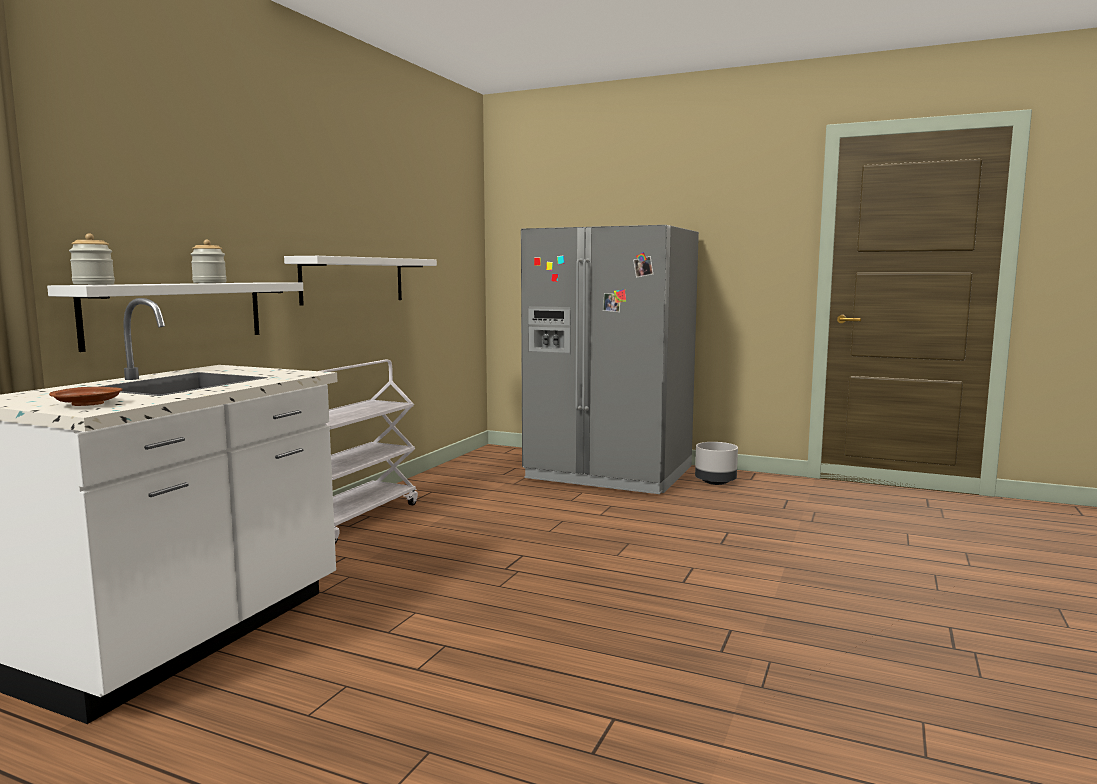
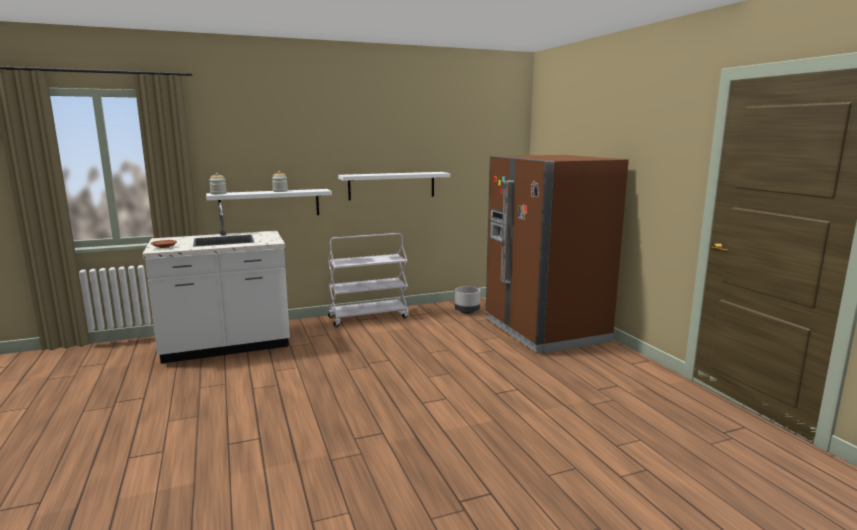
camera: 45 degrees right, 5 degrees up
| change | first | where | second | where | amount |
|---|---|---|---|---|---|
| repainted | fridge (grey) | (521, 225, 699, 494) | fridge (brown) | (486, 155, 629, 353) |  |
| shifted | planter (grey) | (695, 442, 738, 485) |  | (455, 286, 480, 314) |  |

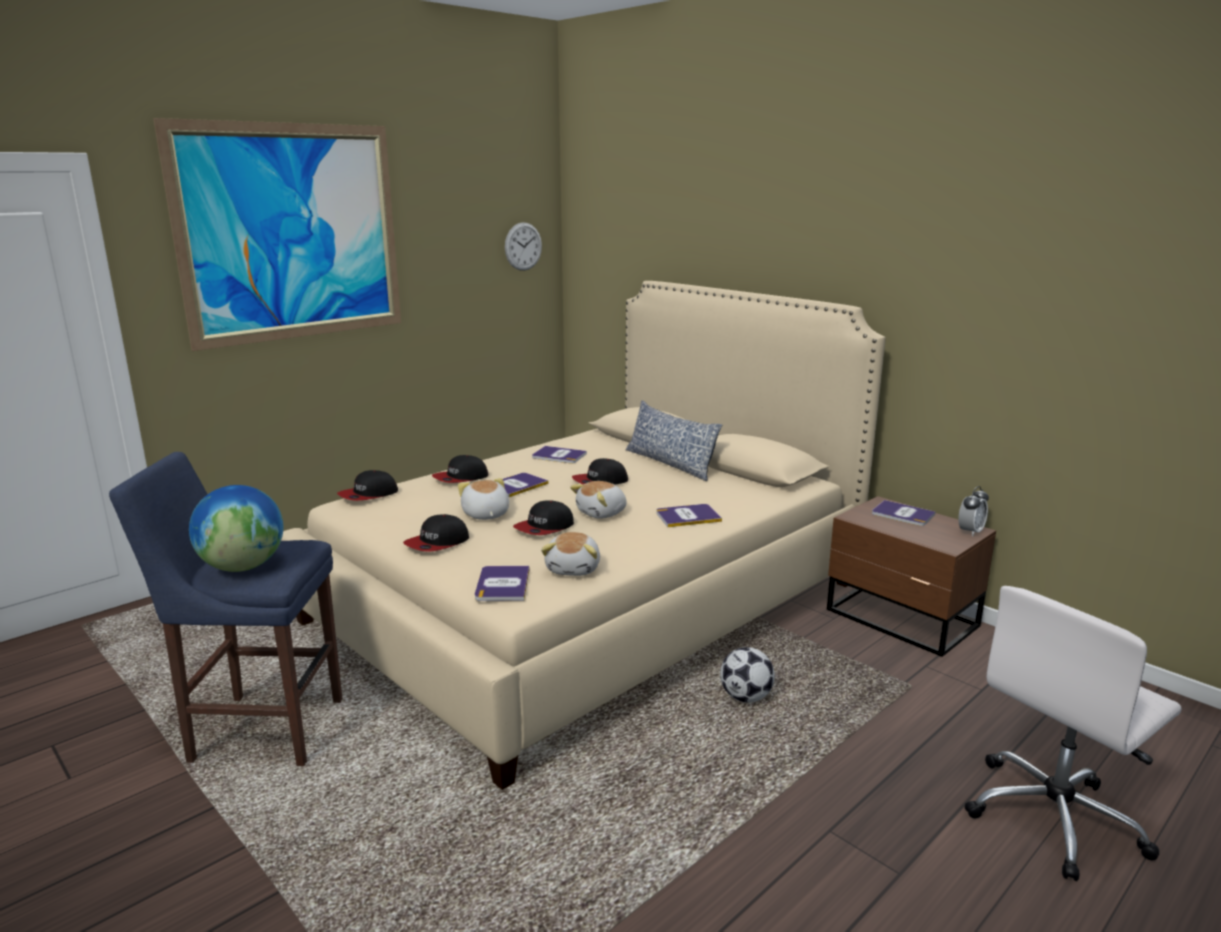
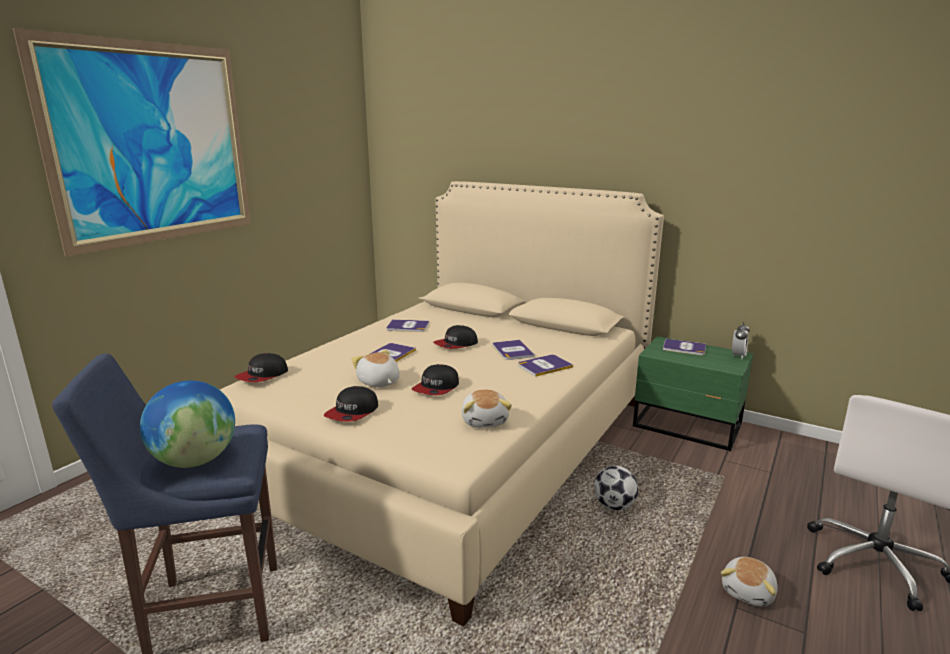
camera: 15 degrees left, 0 degrees up
| change | first | where | second | where | amount |
|---|---|---|---|---|---|
| gone | wall clock | (505, 222, 542, 271) |  |  |  |
| gone | pillow | (625, 400, 722, 481) |  |  |  |
| gone | cap | (432, 455, 488, 483) |  |  |  |
| shifted | plush toy | (570, 481, 627, 519) |  | (721, 557, 778, 607) |  |
| repainted | nightstand (brown) | (827, 496, 996, 657) | nightstand (green) | (633, 336, 753, 451) |  |
| shifted | book | (475, 566, 529, 601) |  | (493, 340, 535, 360) |  |

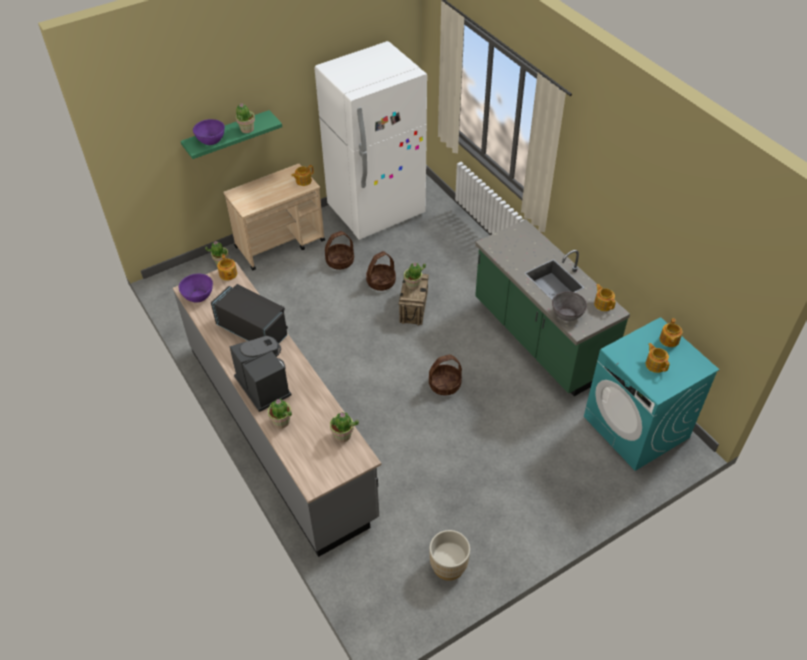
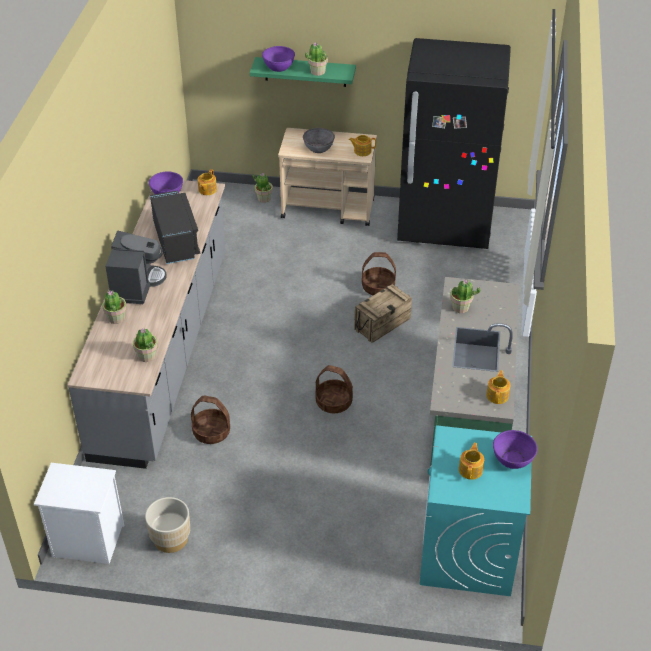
camera: 40 degrees right, 5 degrees down
| change | first | where | second | where | amount |
|---|---|---|---|---|---|
| repainted | fridge (white) | (314, 41, 427, 240) | fridge (black) | (397, 38, 511, 249) |  |
| shifted | basket | (325, 231, 354, 270) |  | (191, 396, 230, 444) |  |
| shifted | potted plant | (404, 262, 426, 290) |  | (450, 280, 480, 313) |  |
| shifted | bowl (grey) | (552, 291, 587, 321) |  | (303, 128, 335, 153) |  |
| swapped | teapot | (660, 318, 682, 347) | bowl (purple) | (493, 430, 538, 469) |  |
| new |  |  | nightstand (white) | (34, 463, 124, 564) |  |

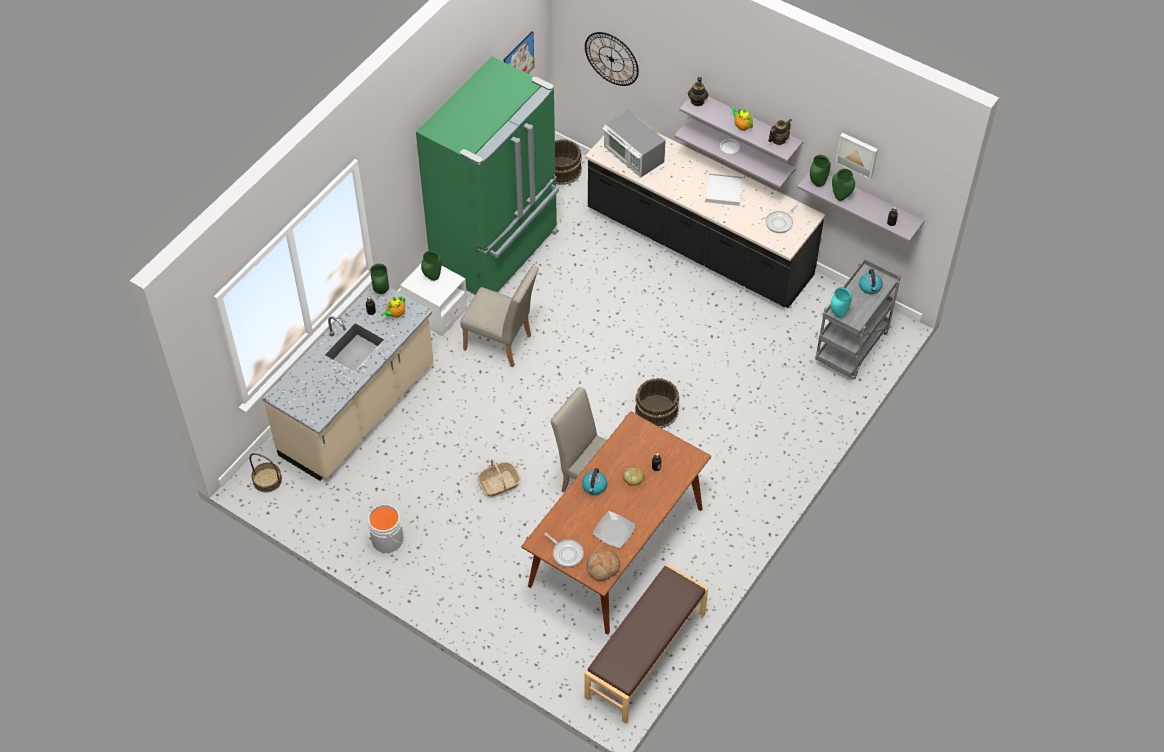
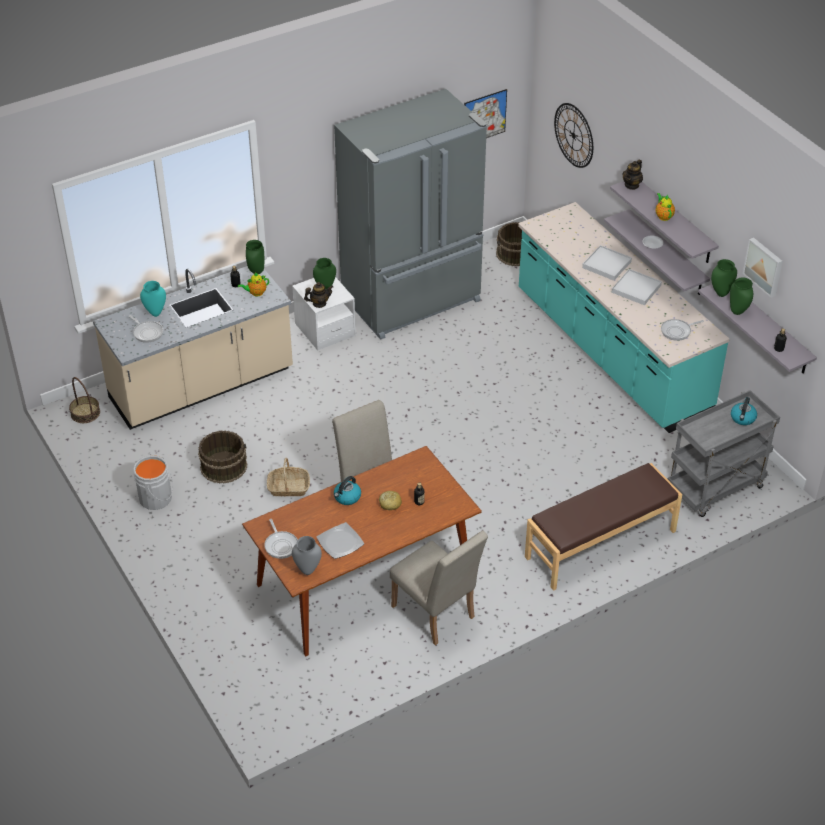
camera: 25 degrees right, 10 degrees down
| change | first | where | second | where | amount |
|---|---|---|---|---|---|
| repainted | fridge (green) | (416, 56, 559, 295) | fridge (grey) | (334, 89, 487, 340) |  |
| gone | microwave | (603, 110, 666, 178) |  |  |  |
| shifted | teapot | (768, 119, 791, 145) |  | (304, 282, 333, 308) |  |
| repainted | counter (black) | (585, 132, 825, 308) | counter (turquoise) | (518, 202, 729, 433) |  |
| shifted | chair (beige) | (460, 265, 539, 367) |  | (390, 531, 488, 645) |  |
| shifted | vase (turquoise) | (830, 287, 852, 318) |  | (140, 281, 166, 317) |  |
| shifted | bucket (brown) | (635, 378, 679, 428) |  | (198, 430, 248, 484) |  |
| swapped | bread | (586, 550, 621, 581) | vase (grey) | (292, 536, 322, 575) |  |
| shifted | bench (brown) | (584, 564, 708, 724) |  | (525, 463, 682, 591) |  |
| new |  |  | tray (white) | (582, 245, 632, 281) |  |
| new |  |  | frying pan | (129, 315, 163, 343) |  |

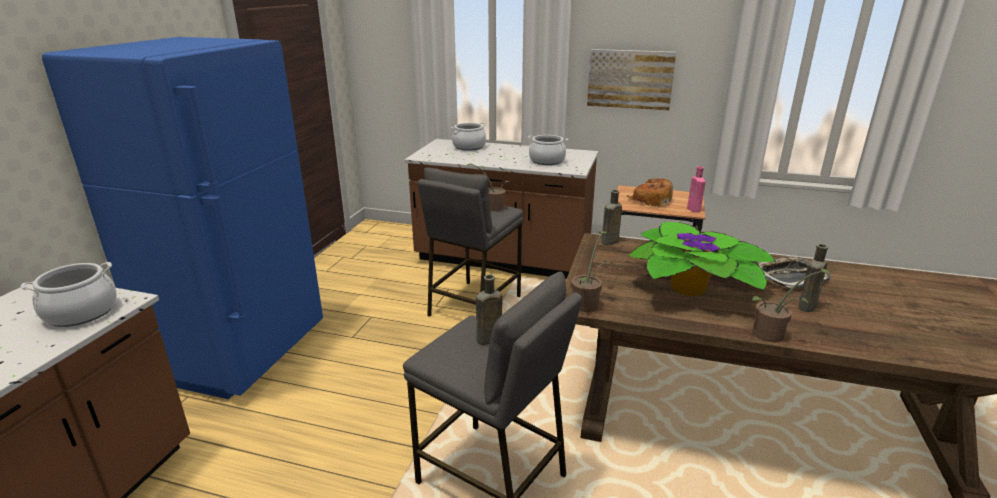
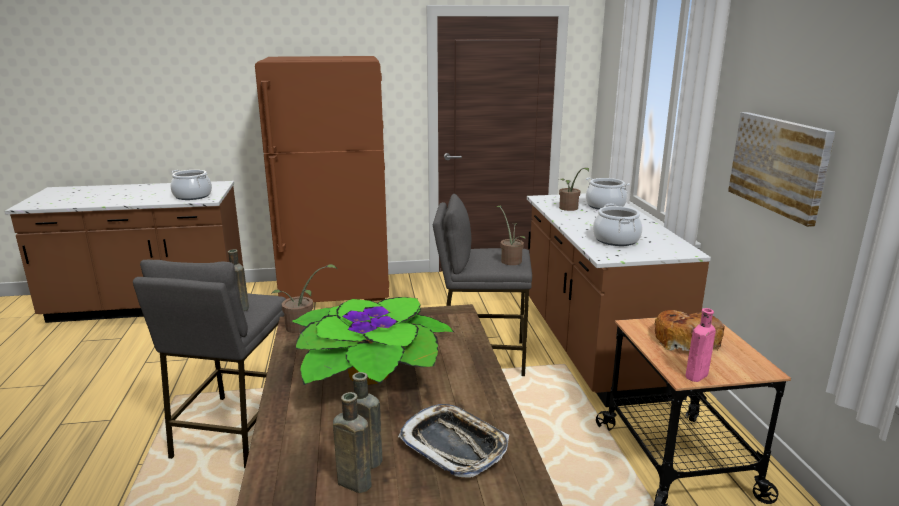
camera: 65 degrees right, 5 degrees down
| change | first | where | second | where | amount |
|---|---|---|---|---|---|
| repainted | fridge (blue) | (42, 37, 323, 399) | fridge (brown) | (255, 56, 389, 302) |  |
| shifted | bottle (brown) | (601, 190, 622, 245) |  | (333, 392, 372, 493) |  |
| shifted | potted plant | (752, 269, 832, 343) |  | (559, 168, 589, 211) |  |

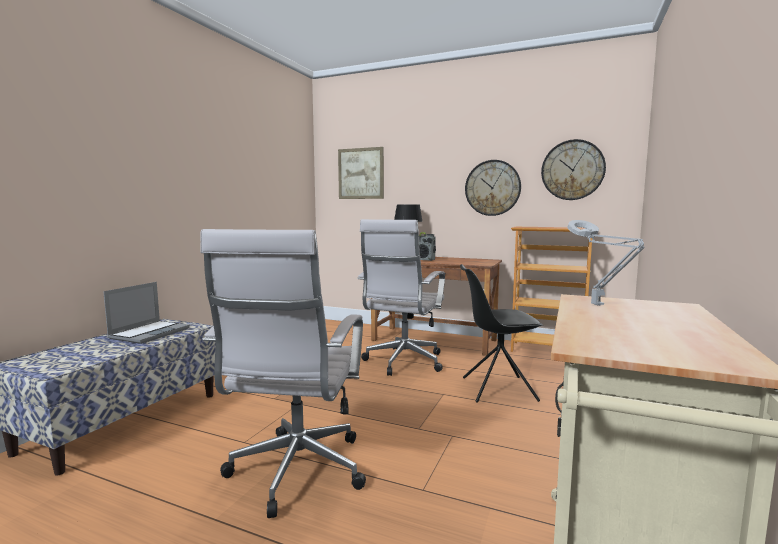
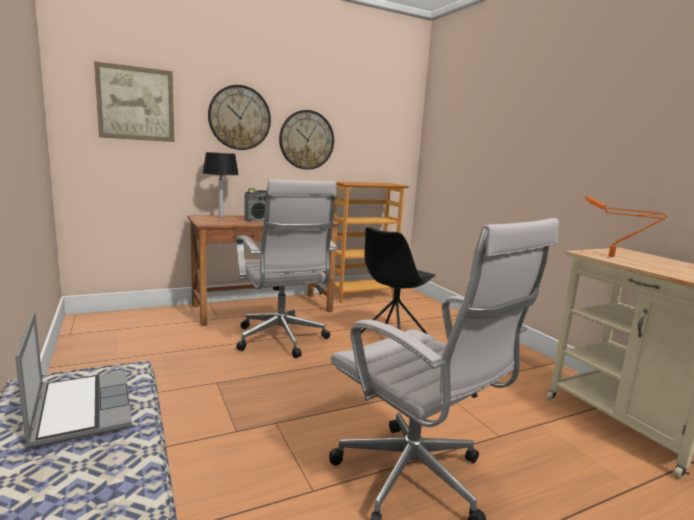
camera: 50 degrees left, 5 degrees up
| change | first | where | second | where | amount |
|---|---|---|---|---|---|
| shifted | wall clock | (541, 139, 606, 200) |  | (208, 85, 271, 150) |  |
| repainted | table lamp (grey) | (567, 220, 645, 306) | table lamp (orange) | (585, 196, 667, 257) |  |

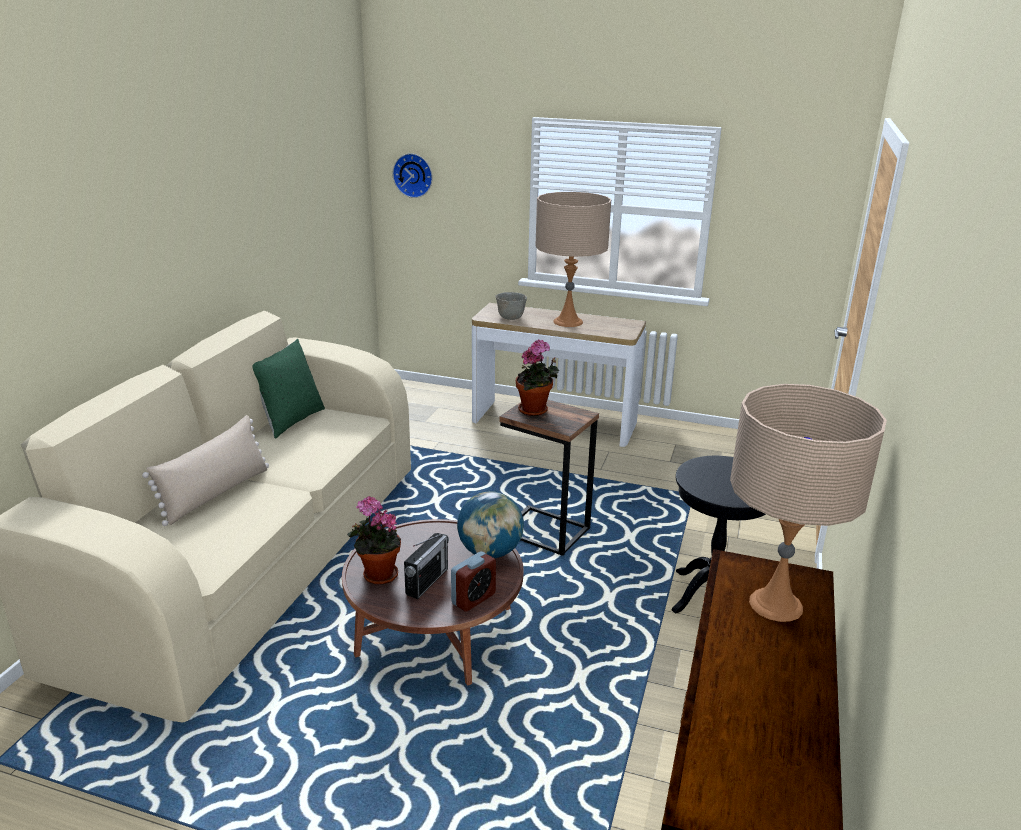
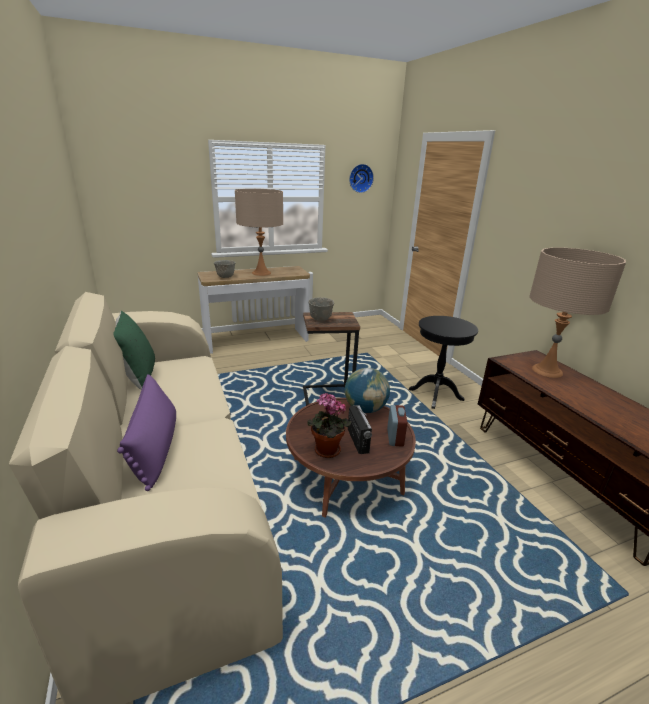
camera: 40 degrees left, 0 degrees up
| change | first | where | second | where | amount |
|---|---|---|---|---|---|
| shifted | wall clock | (392, 153, 433, 198) |  | (349, 164, 374, 193) |  |
| swapped | potted plant | (516, 340, 559, 416) | bowl (grey) | (309, 297, 334, 321) |  |
| repainted | pillow (beige) | (142, 415, 269, 526) | pillow (purple) | (117, 374, 176, 491) |  |

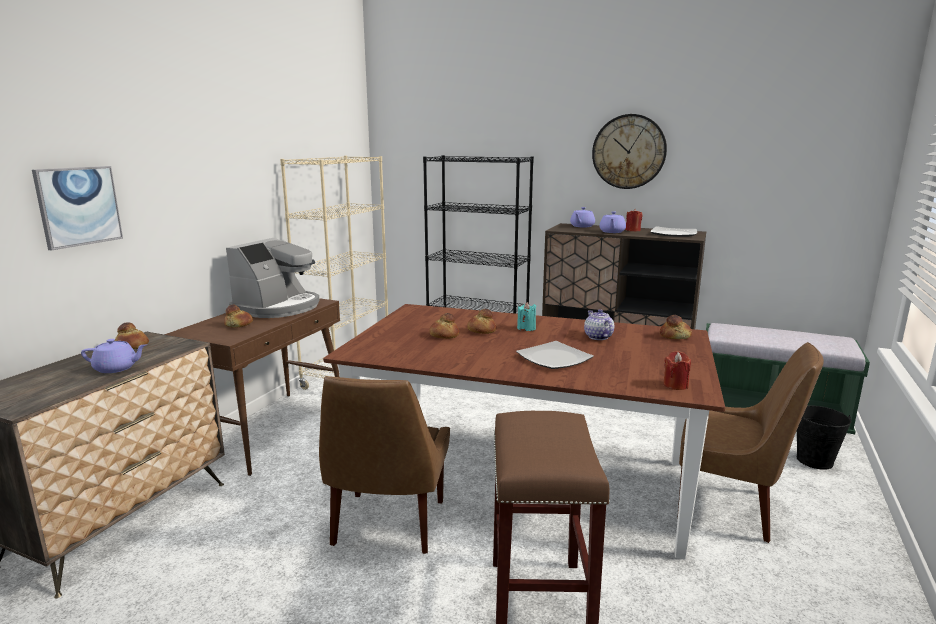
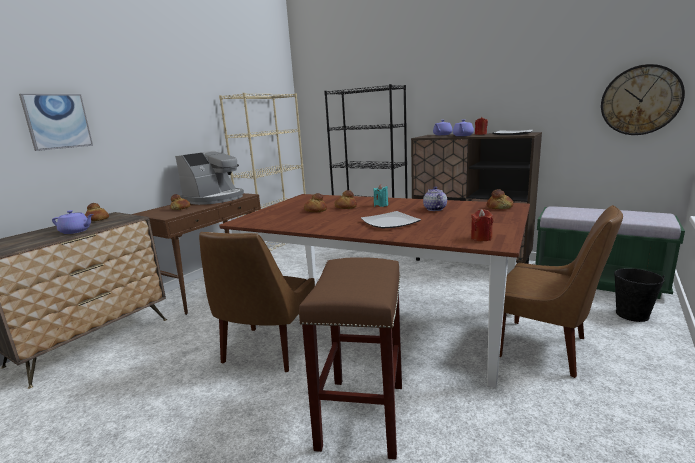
camera: 10 degrees right, 0 degrees up
| change | first | where | second | where | amount |
|---|---|---|---|---|---|
| shifted | wall clock | (592, 114, 667, 189) |  | (601, 64, 685, 135) |  |

